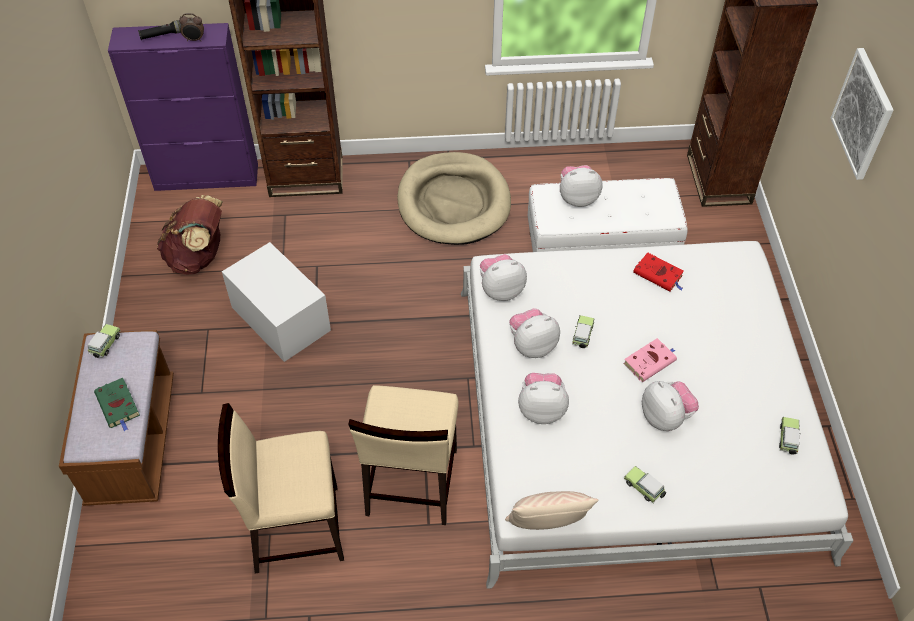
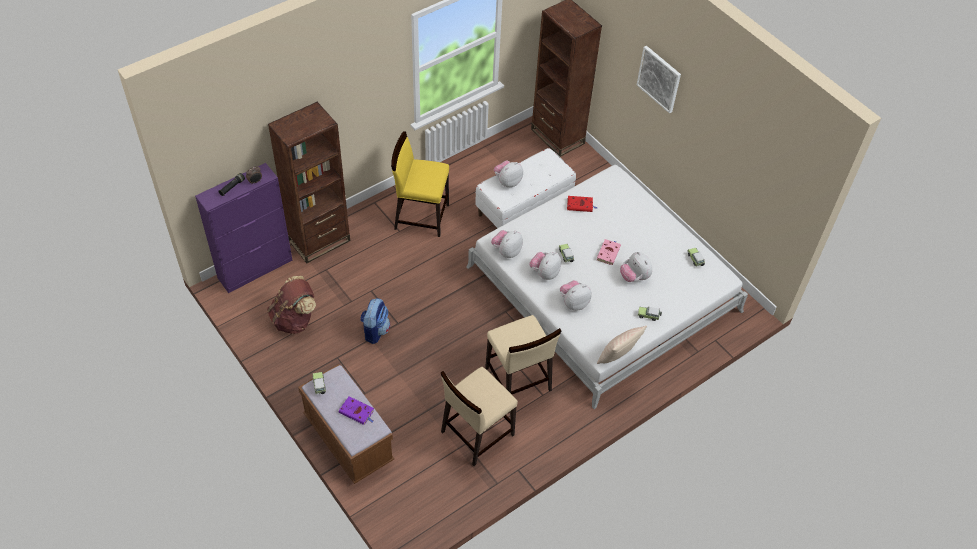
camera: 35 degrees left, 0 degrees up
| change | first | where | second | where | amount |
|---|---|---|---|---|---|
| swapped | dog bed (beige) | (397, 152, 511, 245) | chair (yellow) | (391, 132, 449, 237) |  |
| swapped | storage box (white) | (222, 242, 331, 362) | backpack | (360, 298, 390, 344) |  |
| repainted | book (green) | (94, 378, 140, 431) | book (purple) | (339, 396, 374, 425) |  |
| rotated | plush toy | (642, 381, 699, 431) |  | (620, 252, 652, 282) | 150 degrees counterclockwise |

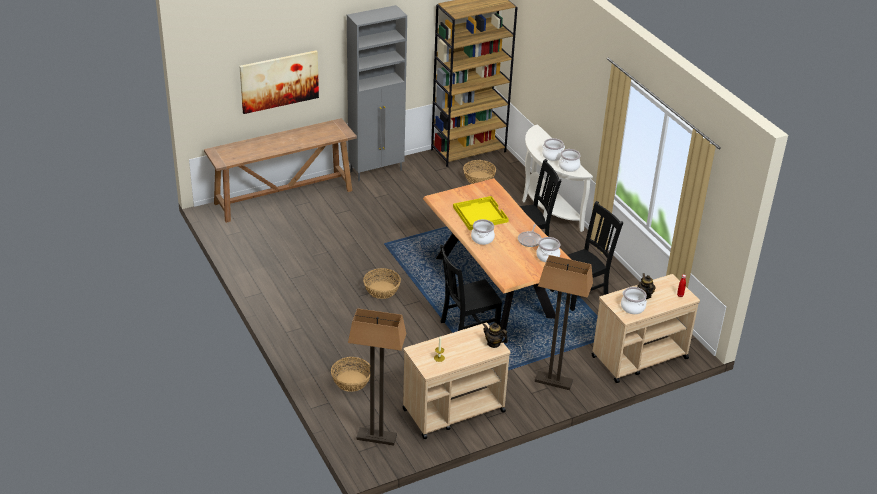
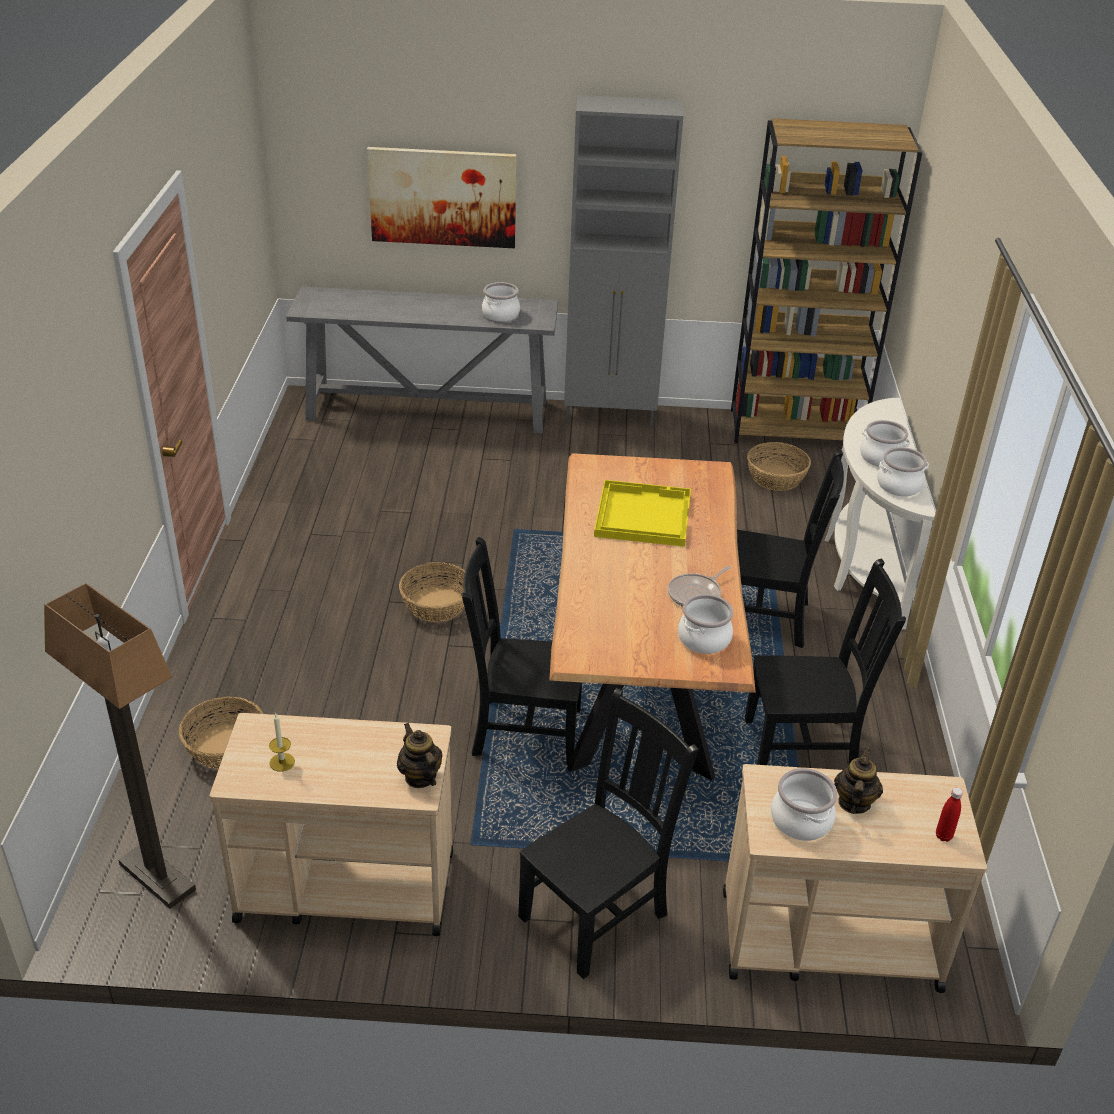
camera: 30 degrees right, 0 degrees up
| change | first | where | second | where | amount |
|---|---|---|---|---|---|
| repainted | console table (brown) | (204, 118, 357, 223) | console table (grey) | (286, 287, 558, 433) |  |
| shifted | cooking pot | (471, 219, 495, 245) |  | (482, 282, 520, 322) |  |
| swapped | floor lamp | (535, 255, 593, 390) | chair (black) | (518, 688, 698, 979) |  |

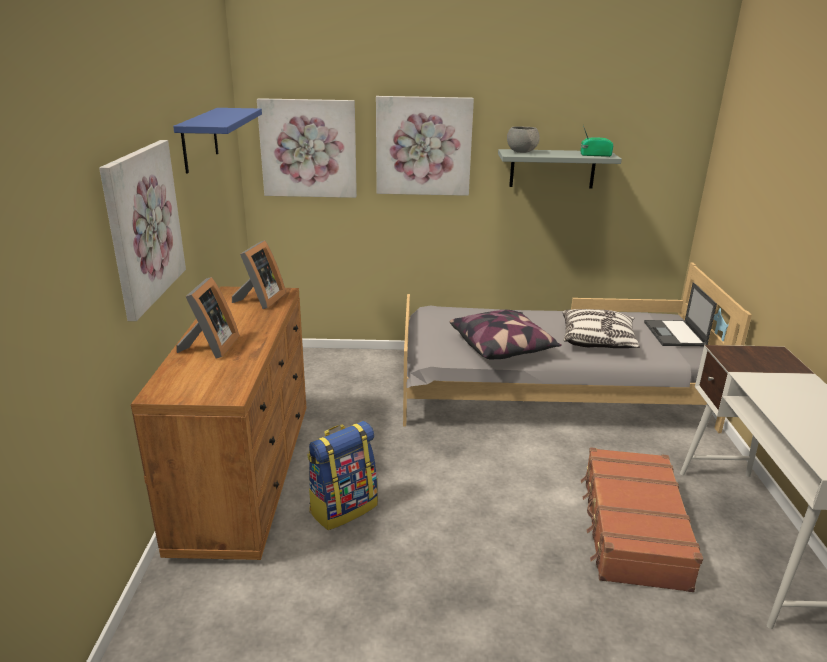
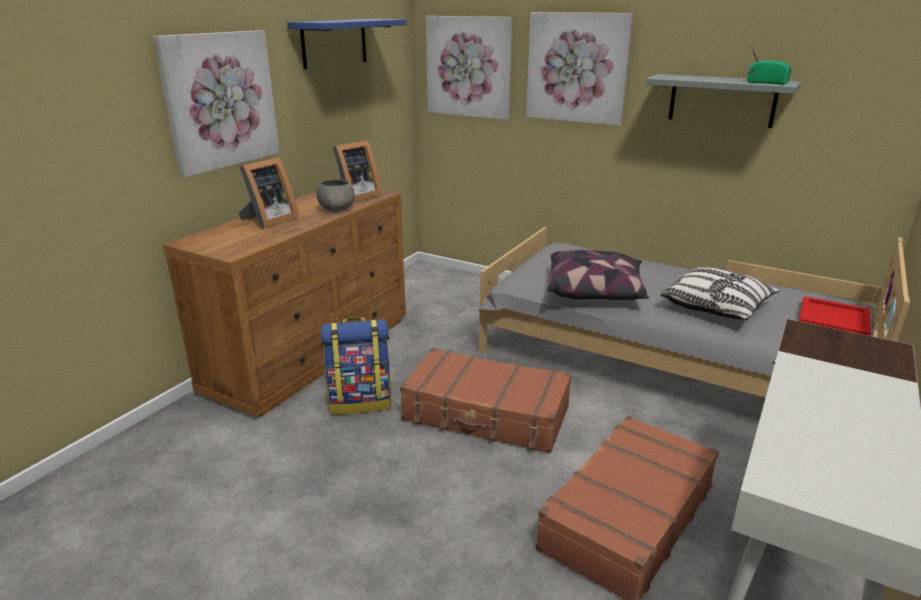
camera: 30 degrees right, 0 degrees up
| change | first | where | second | where | amount |
|---|---|---|---|---|---|
| shifted | bowl (grey) | (507, 126, 540, 153) |  | (316, 179, 355, 212) |  |
| swapped | laptop | (644, 282, 717, 346) | tray (red) | (799, 296, 871, 336) |  |
| new |  |  | suitcase (brown) | (400, 348, 571, 453) |  |

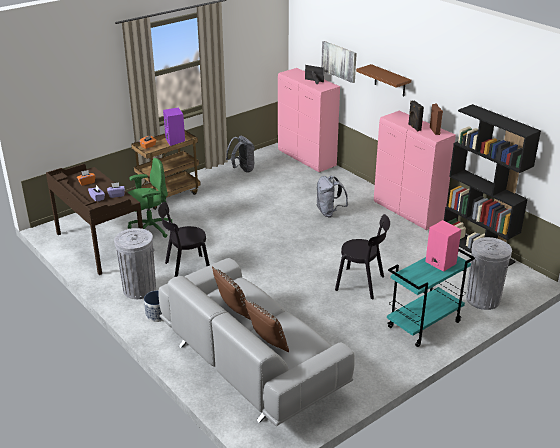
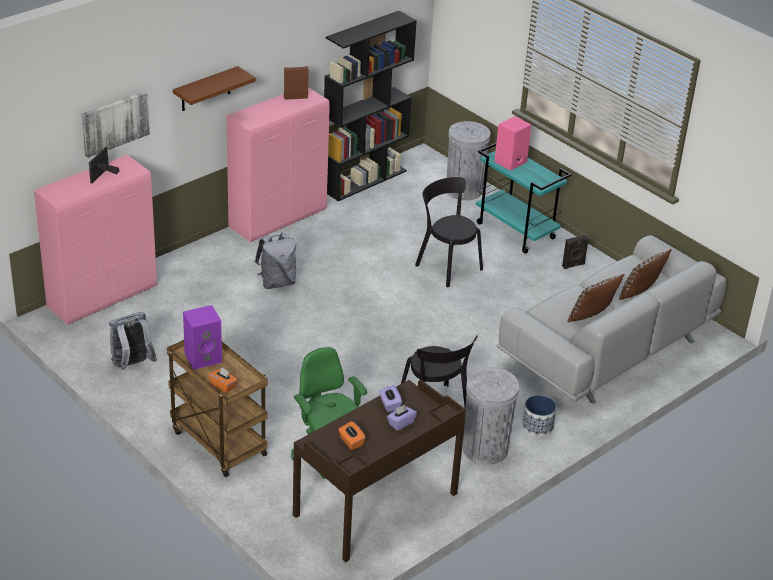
camera: 95 degrees left, 5 degrees up
| change | first | where | second | where | amount |
|---|---|---|---|---|---|
| shifted | speaker (black) | (408, 100, 424, 131) |  | (562, 235, 589, 269) |  |
| rotated | chair (black) | (335, 214, 390, 299) |  | (415, 177, 483, 287) | 60 degrees counterclockwise |

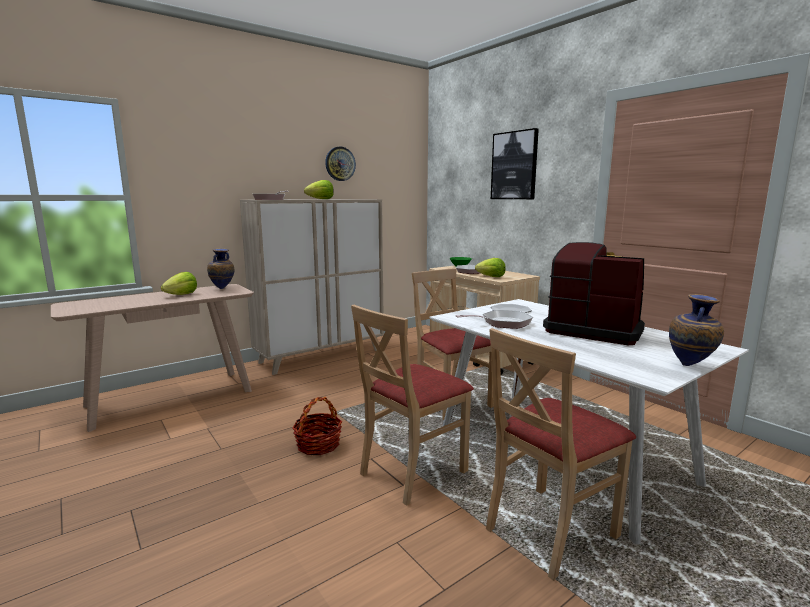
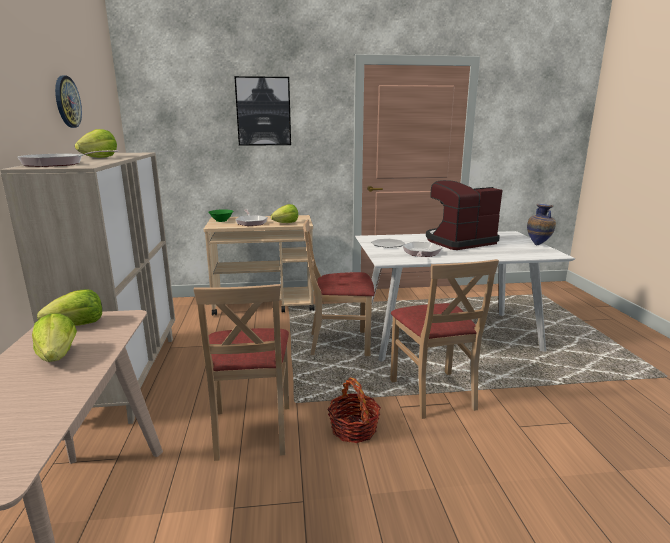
camera: 60 degrees left, 5 degrees up
| change | first | where | second | where | amount |
|---|---|---|---|---|---|
| swapped | vase | (207, 248, 234, 289) | lettuce | (37, 289, 102, 326) |  |
| shifted | chair (beige) | (486, 328, 636, 581) |  | (194, 284, 289, 461) |  |

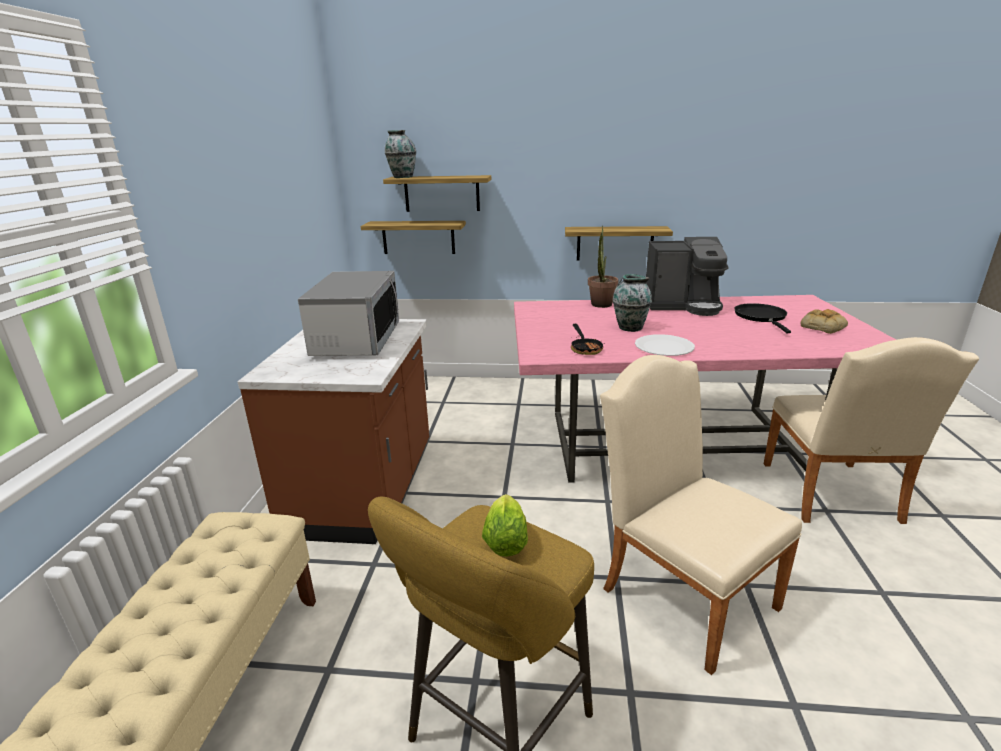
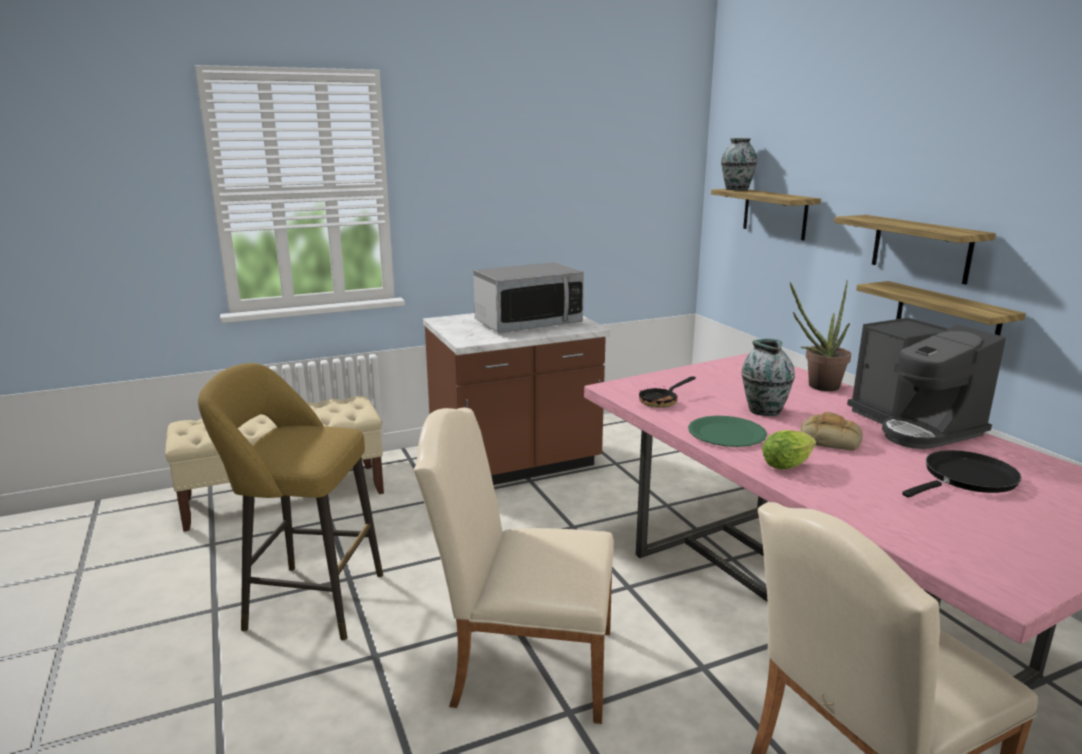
camera: 60 degrees right, 5 degrees down
| change | first | where | second | where | amount |
|---|---|---|---|---|---|
| shifted | shelf | (361, 221, 466, 254) |  | (834, 215, 996, 285) |  |
| shifted | bread | (800, 309, 848, 334) |  | (800, 412, 863, 451) |  |
| repainted | plate (white) | (635, 334, 695, 356) | plate (green) | (688, 416, 767, 447) |  |
| rotated | chair (beige) | (600, 355, 802, 675) |  | (414, 407, 614, 724) | 105 degrees counterclockwise |
| shifted | lettuce | (482, 494, 528, 557) |  | (762, 430, 816, 469) |  |

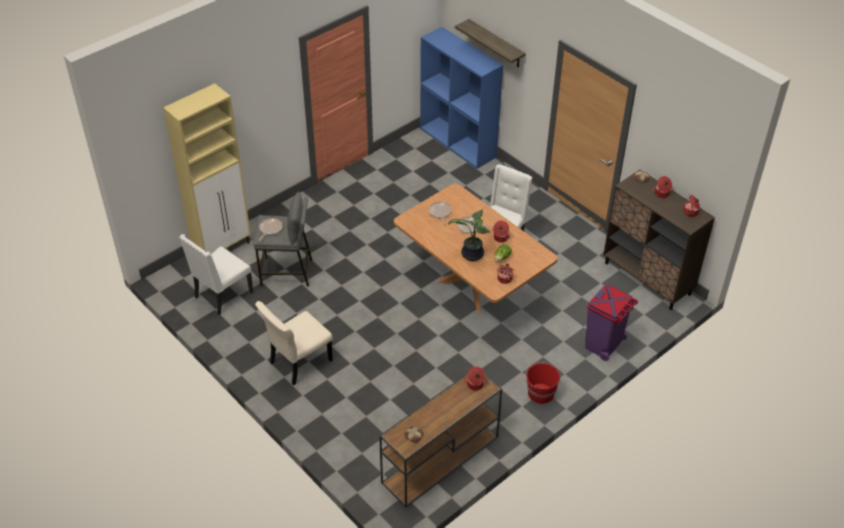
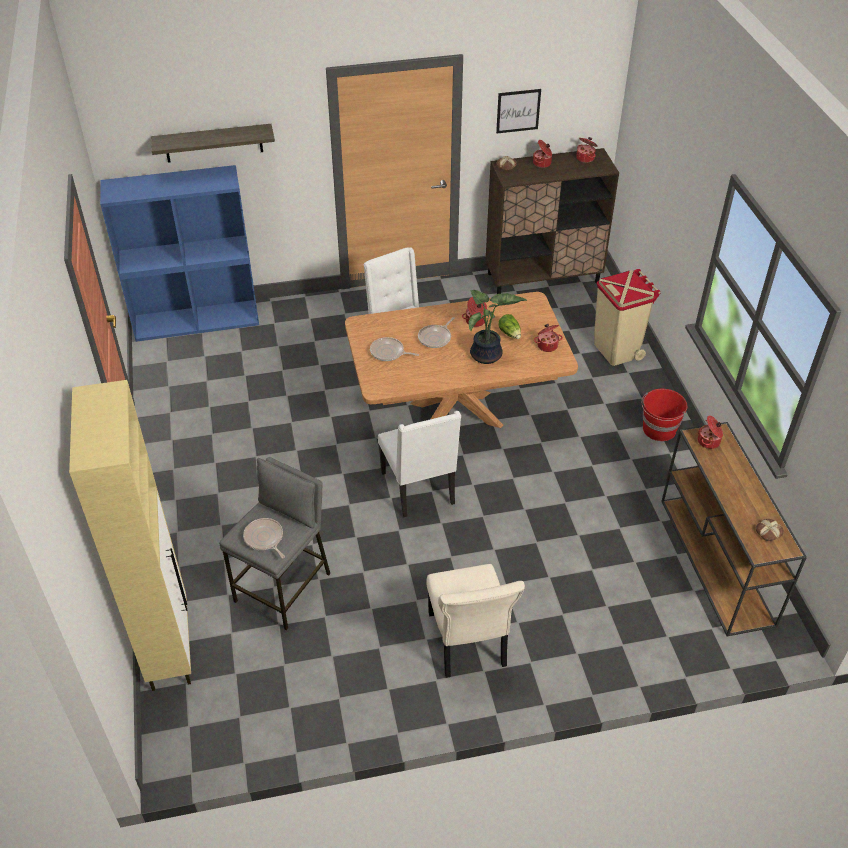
camera: 60 degrees left, 0 degrees up
| change | first | where | second | where | amount |
|---|---|---|---|---|---|
| shifted | chair (white) | (179, 234, 253, 315) |  | (378, 411, 461, 517) |  |
| repainted | trash can (purple) | (586, 284, 638, 361) | trash can (beige) | (594, 269, 660, 366) |  |
| new |  |  | picture | (496, 89, 541, 133) |  |

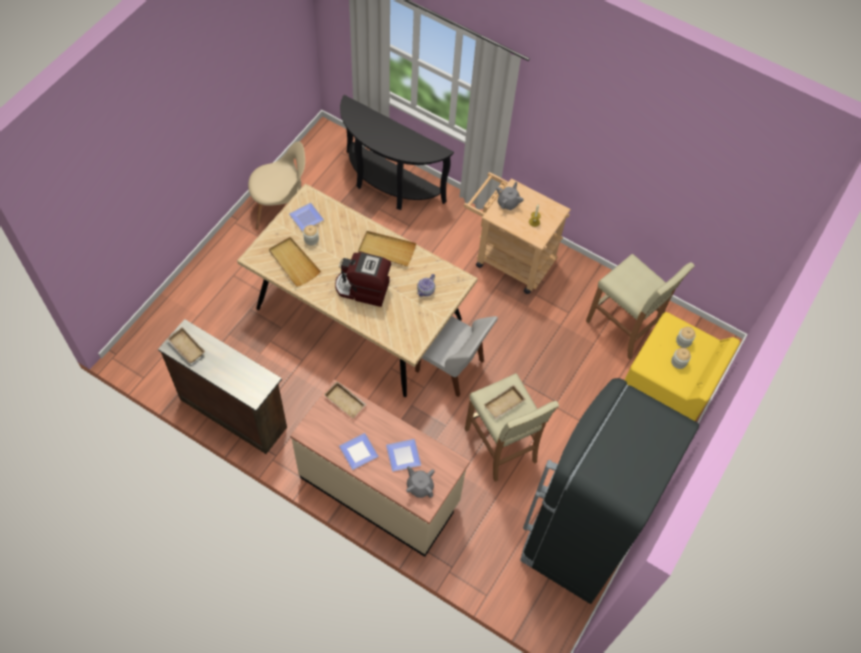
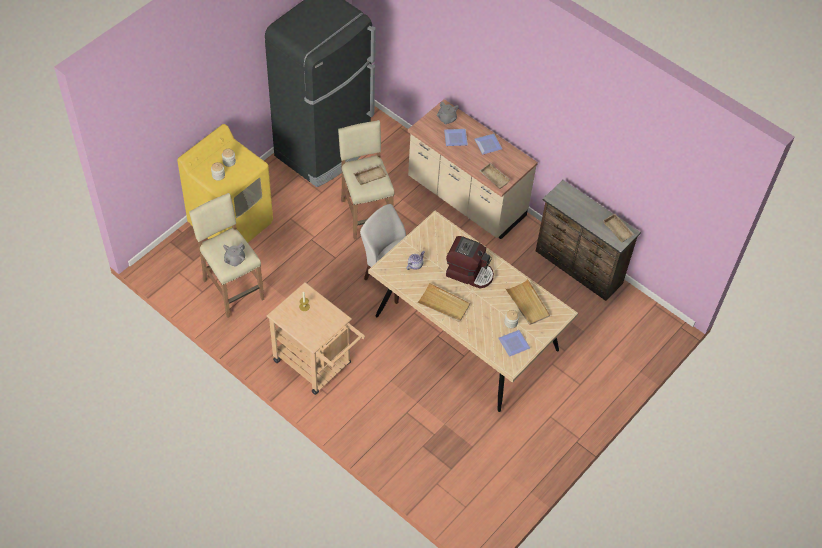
camera: 170 degrees left, 5 degrees down
| change | first | where | second | where | amount |
|---|---|---|---|---|---|
| gone | console table (black) | (340, 95, 454, 210) |  |  |  |
| gone | chair (beige) | (248, 141, 305, 230) |  |  |  |
| shifted | teapot (grey) | (496, 182, 524, 210) |  | (223, 243, 245, 267) |  |

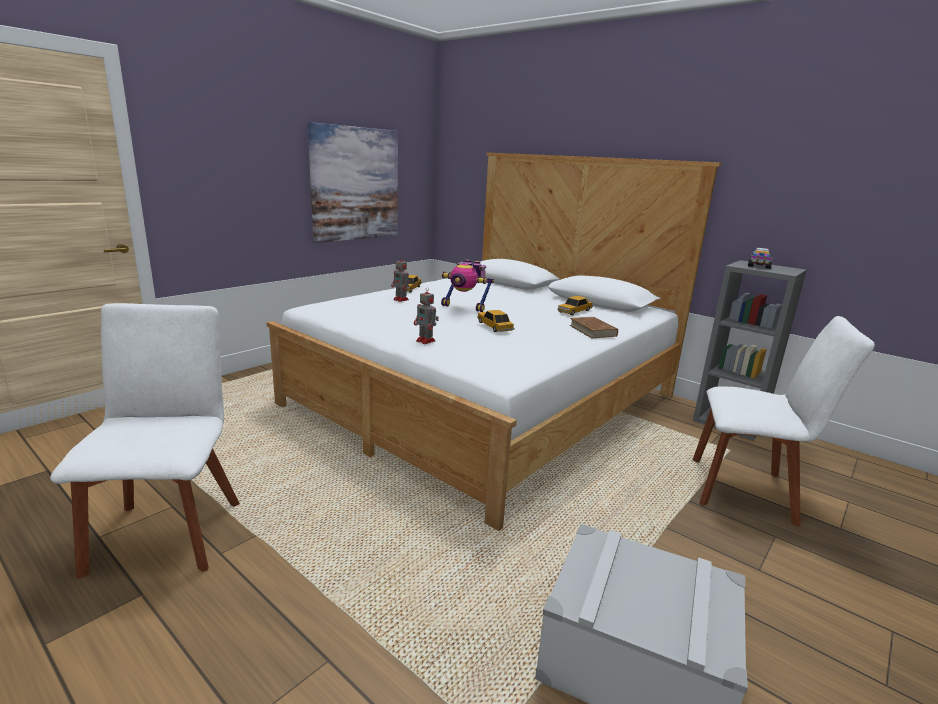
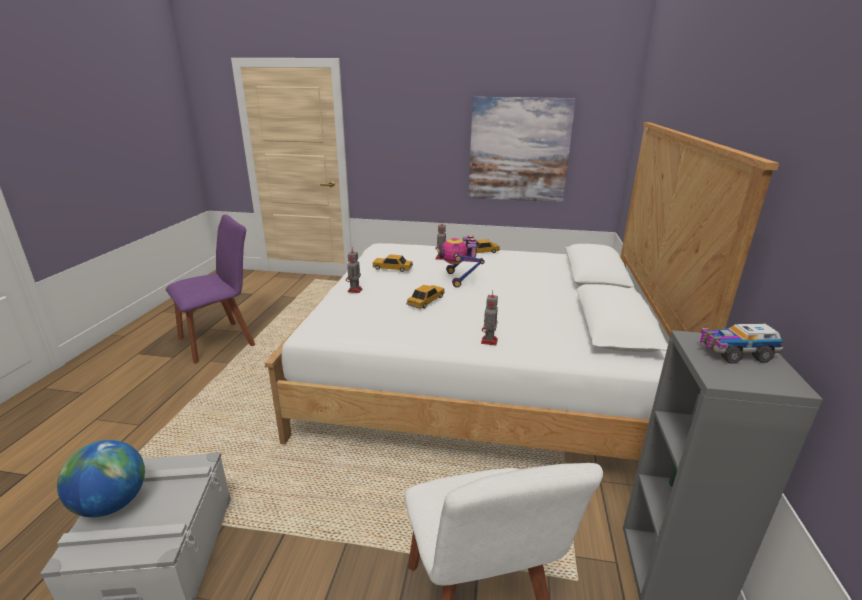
camera: 60 degrees right, 5 degrees up
| change | first | where | second | where | amount |
|---|---|---|---|---|---|
| shifted | toy car | (557, 296, 593, 316) |  | (372, 254, 413, 272) |  |
| repainted | chair (white) | (50, 303, 240, 579) | chair (purple) | (166, 214, 255, 364) |  |
| swapped | book (brown) | (569, 317, 618, 338) | toy robot | (481, 291, 498, 346) |  |
| new |  |  | globe | (57, 440, 145, 517) |  |

